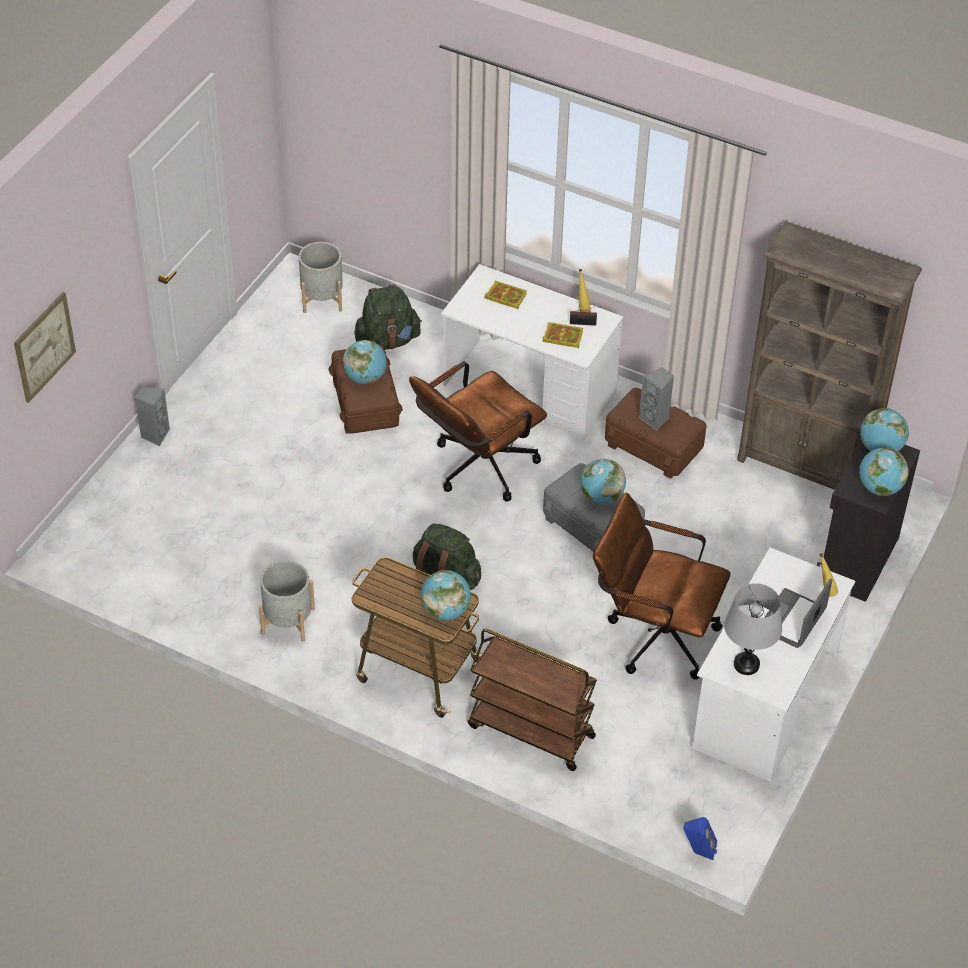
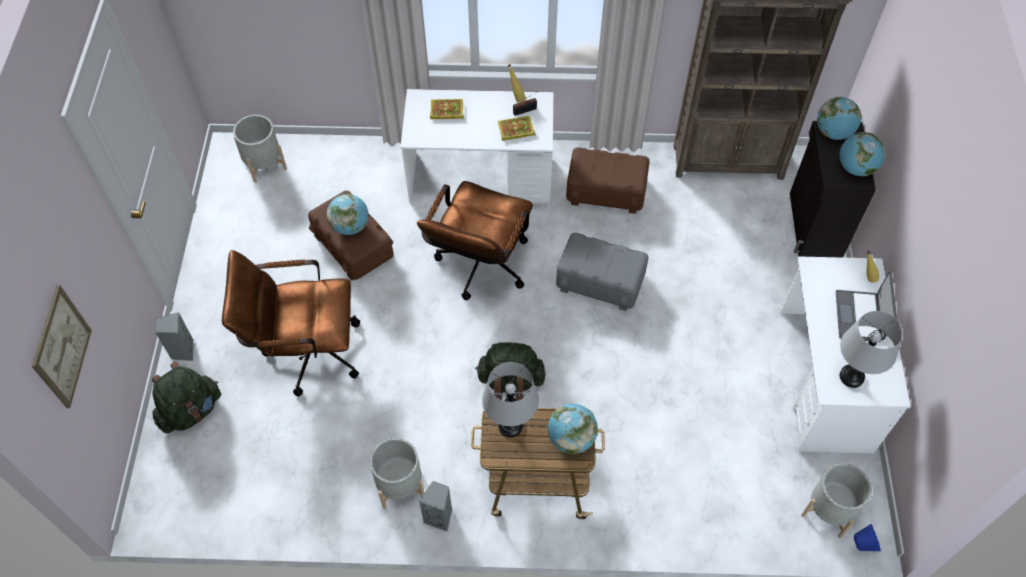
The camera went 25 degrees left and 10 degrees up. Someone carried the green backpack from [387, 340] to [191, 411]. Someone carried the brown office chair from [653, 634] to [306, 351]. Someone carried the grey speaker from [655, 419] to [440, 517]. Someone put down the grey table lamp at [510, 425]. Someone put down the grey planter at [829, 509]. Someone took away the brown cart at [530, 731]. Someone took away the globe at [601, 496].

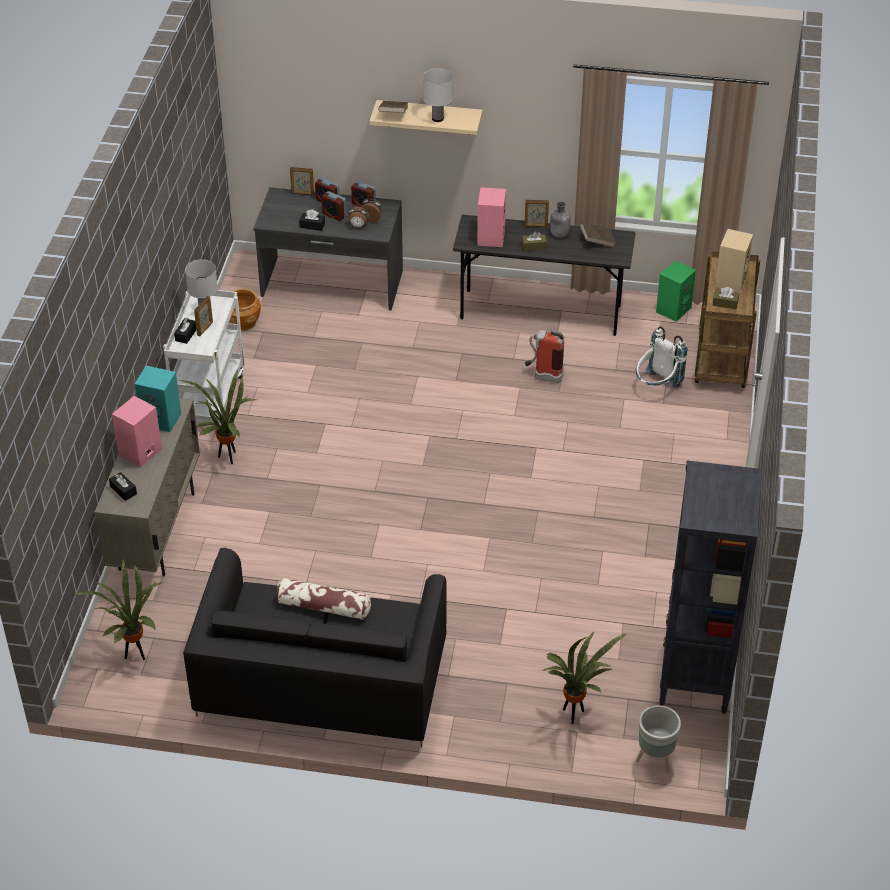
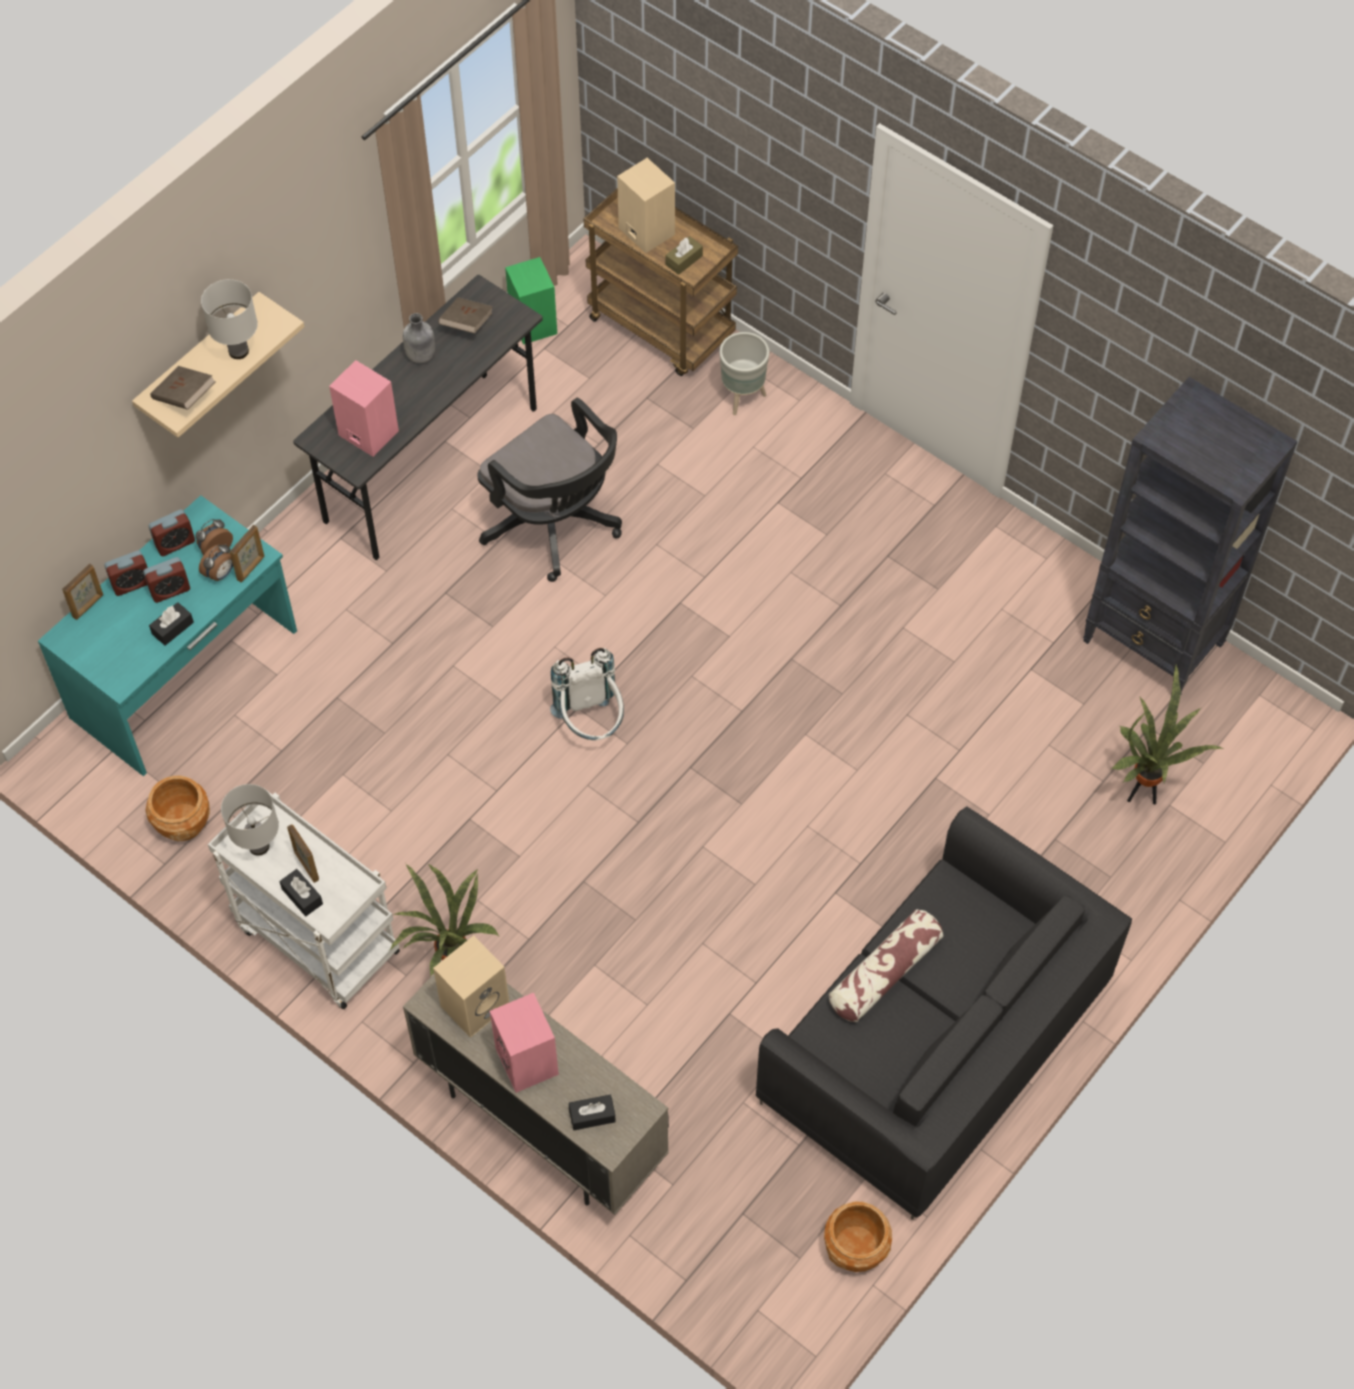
The camera went 60 degrees left and 15 degrees up. Someone repainted the grey desk at [332, 284], which became the turquoise desk at [186, 675]. Someone carried the picture frame from [536, 226] to [251, 568]. Someone repainted the turquoise speaker at [162, 419], which became the beige speaker at [475, 1004]. Someone swapped the fire extinguisher at [543, 376] for the black office chair at [555, 527]. Someone carried the white backpack from [656, 387] to [591, 724]. Someone carried the grey planter from [654, 760] to [743, 398]. Someone put down the brown planter at [855, 1248]. Someone took away the potted plant at [134, 654]. Someone took away the brown tissue box at [534, 246].

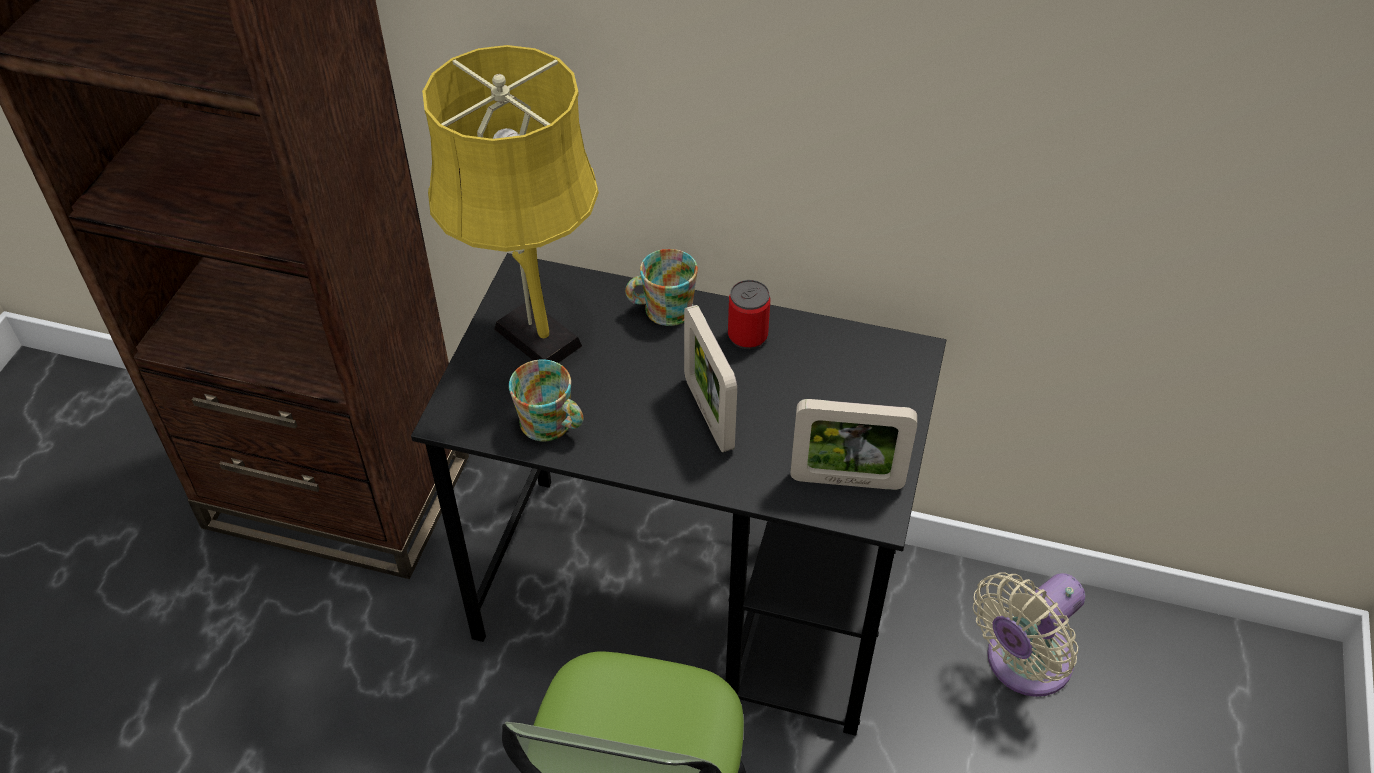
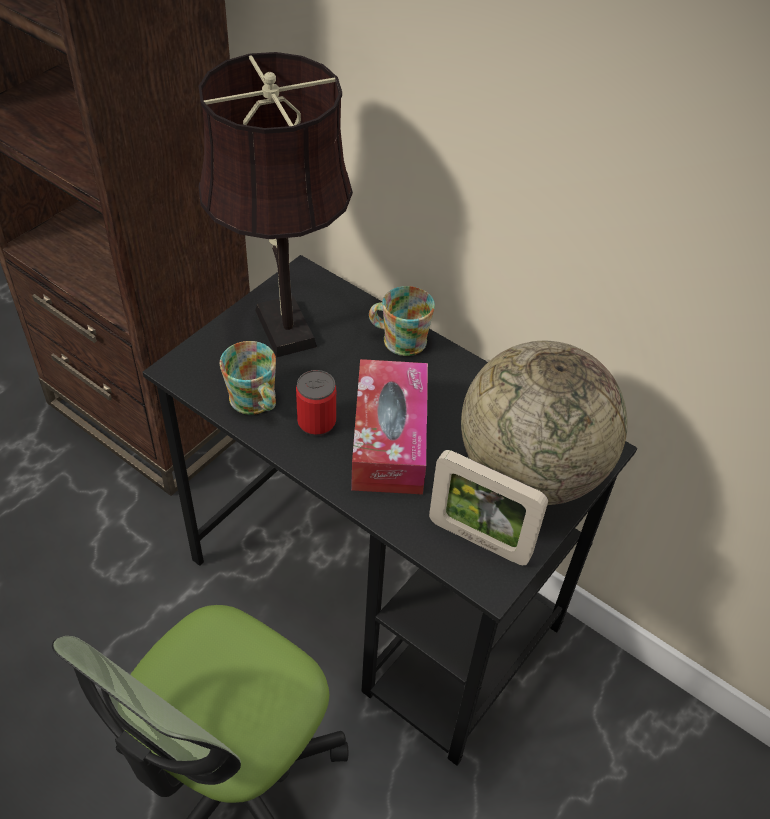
The camera went 20 degrees right and 0 degrees up. Someone repainted the yellow table lamp at [532, 332], which became the brown table lamp at [283, 323]. Someone carried the can from [747, 336] to [316, 422]. Someone swapped the picture frame at [708, 414] for the tissue box at [389, 439]. Someone put down the globe at [530, 471]. Someone took away the beige fan at [1022, 664].

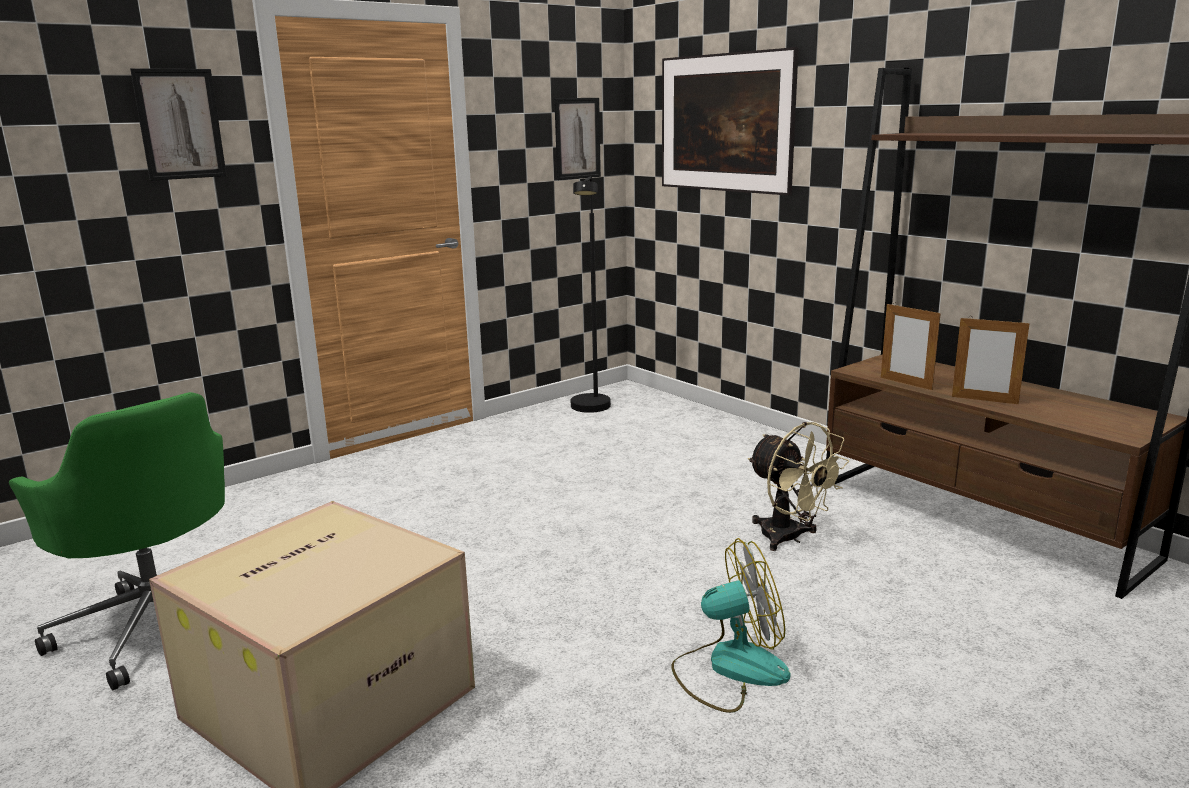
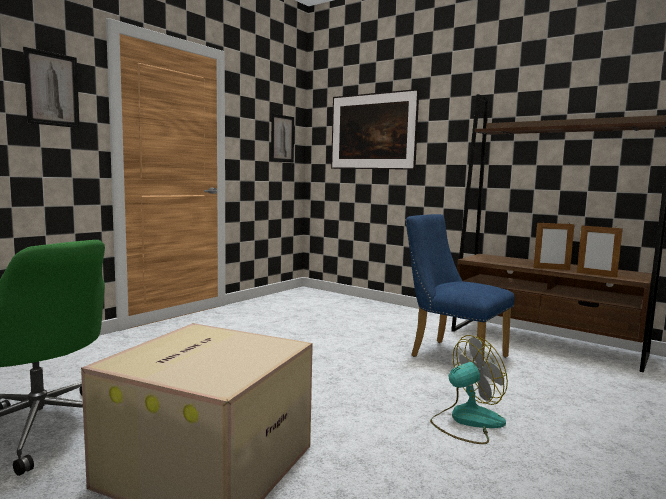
The camera went 15 degrees left and 10 degrees down. Someone swapped the beige fan at [789, 538] for the blue chair at [452, 355]. Someone carried the picture frame from [906, 383] to [596, 274]. Someone took away the black floor lamp at [591, 410].

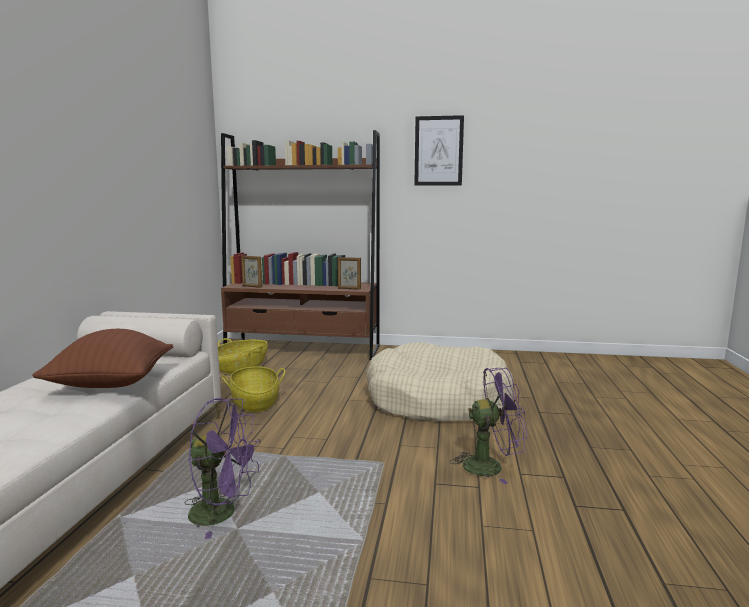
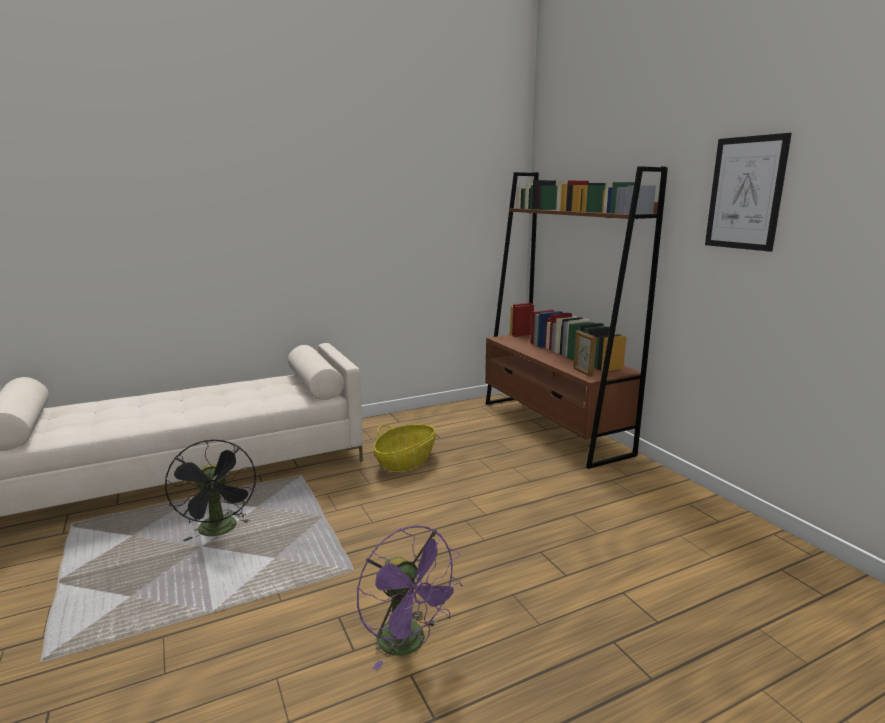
The camera went 55 degrees right and 5 degrees up. Someone repainted the purple fan at [223, 513], which became the black fan at [220, 531]. Someone took away the brown pillow at [111, 385]. Someone took away the basket at [241, 367]. Someone took away the picture frame at [252, 286]. Someone took away the beige dog bed at [437, 400].

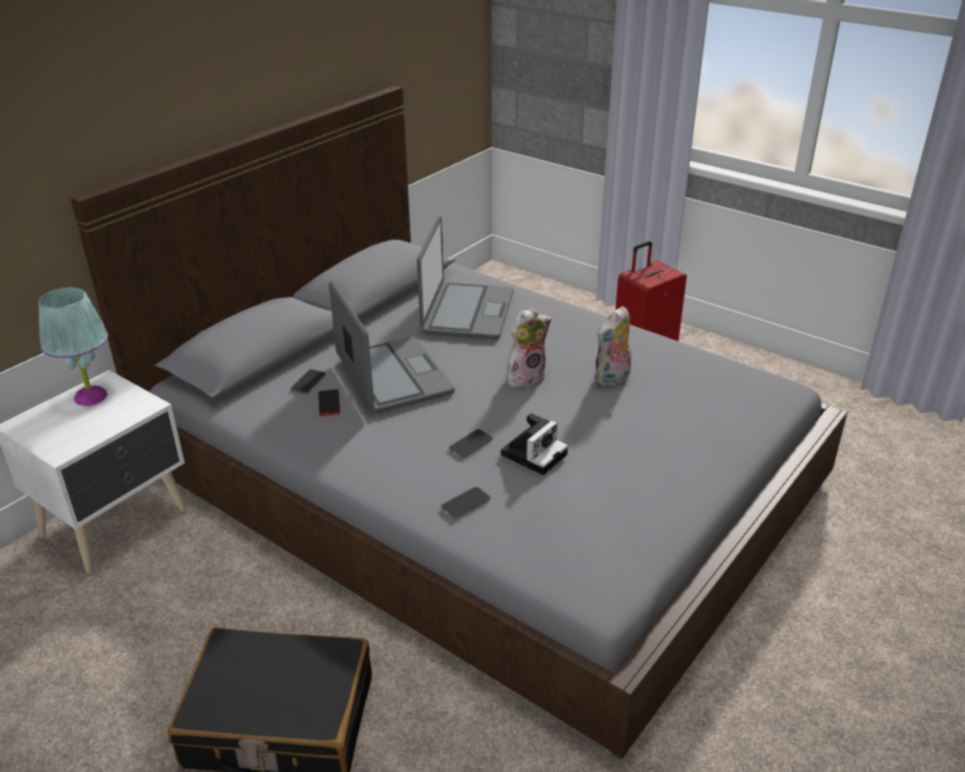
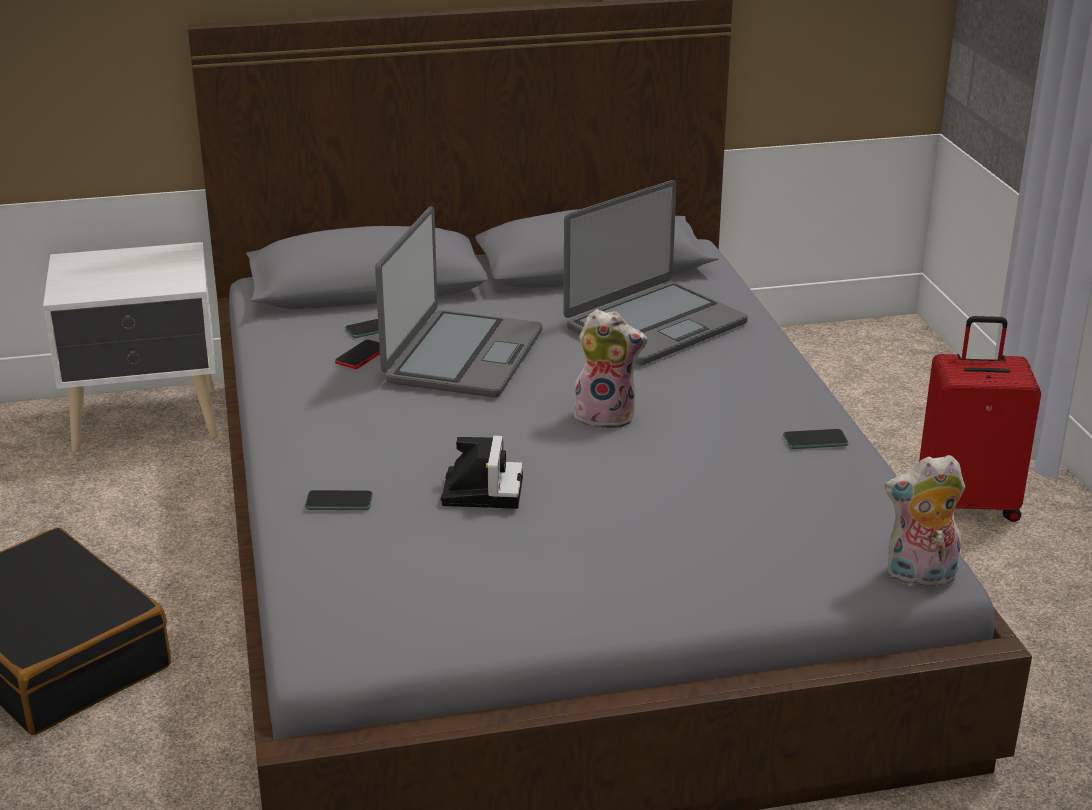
The camera went 40 degrees right and 5 degrees down. Someone rotated the photo camera at [534, 453] by 75 degrees counterclockwise. Someone carried the phone from [471, 444] to [815, 440]. Someone carried the plush toy from [612, 379] to [919, 577]. Someone took away the turquoise table lamp at [91, 396].

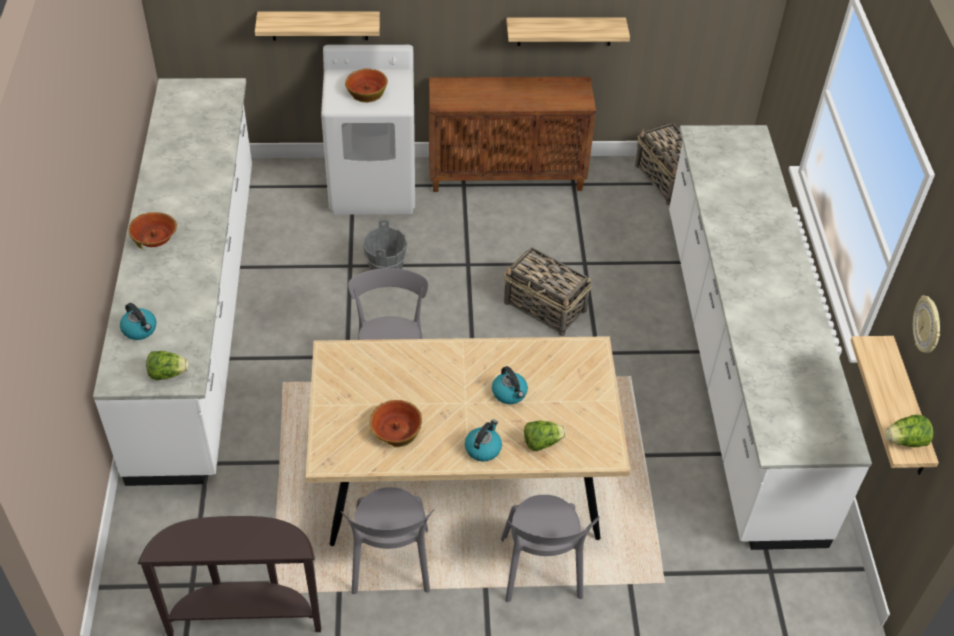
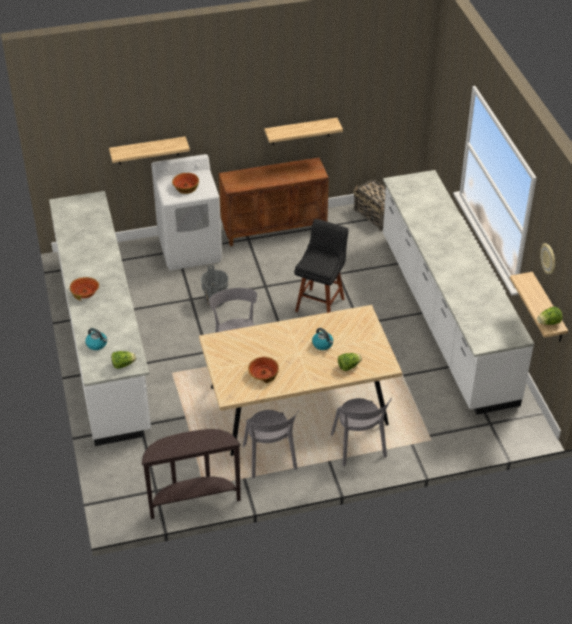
The camera went 10 degrees left and 5 degrees down. Someone swapped the basket at [545, 307] for the black stool at [321, 303]. Someone took away the kettle at [483, 448].

